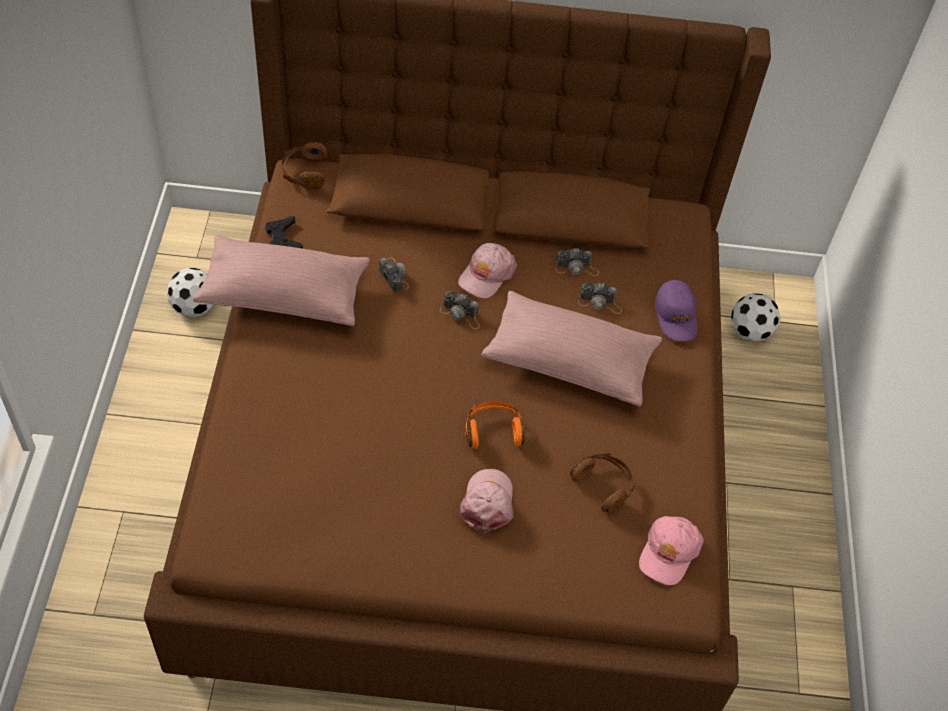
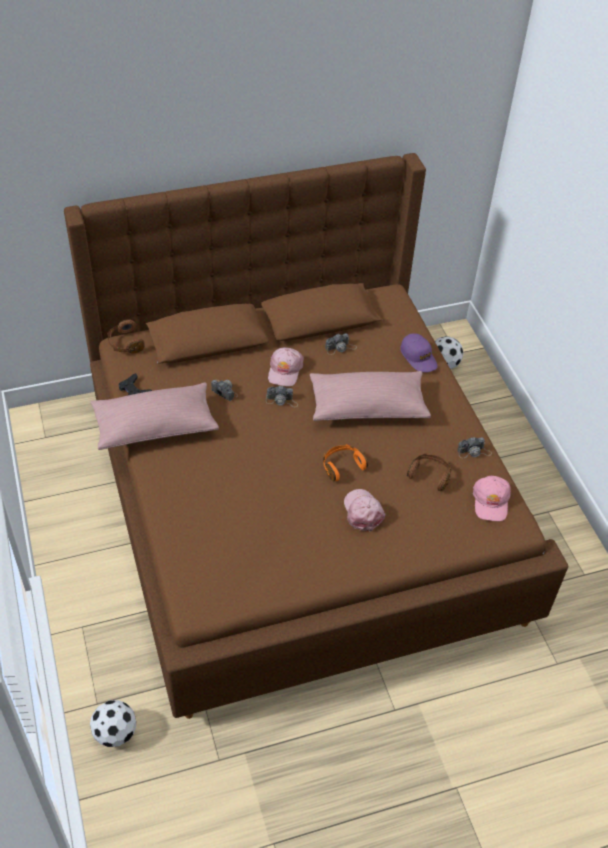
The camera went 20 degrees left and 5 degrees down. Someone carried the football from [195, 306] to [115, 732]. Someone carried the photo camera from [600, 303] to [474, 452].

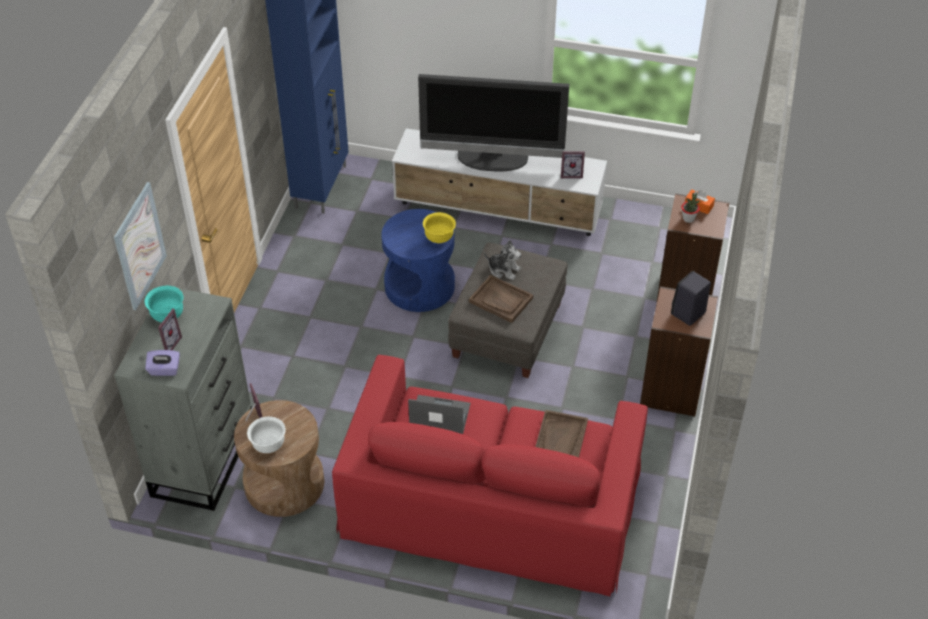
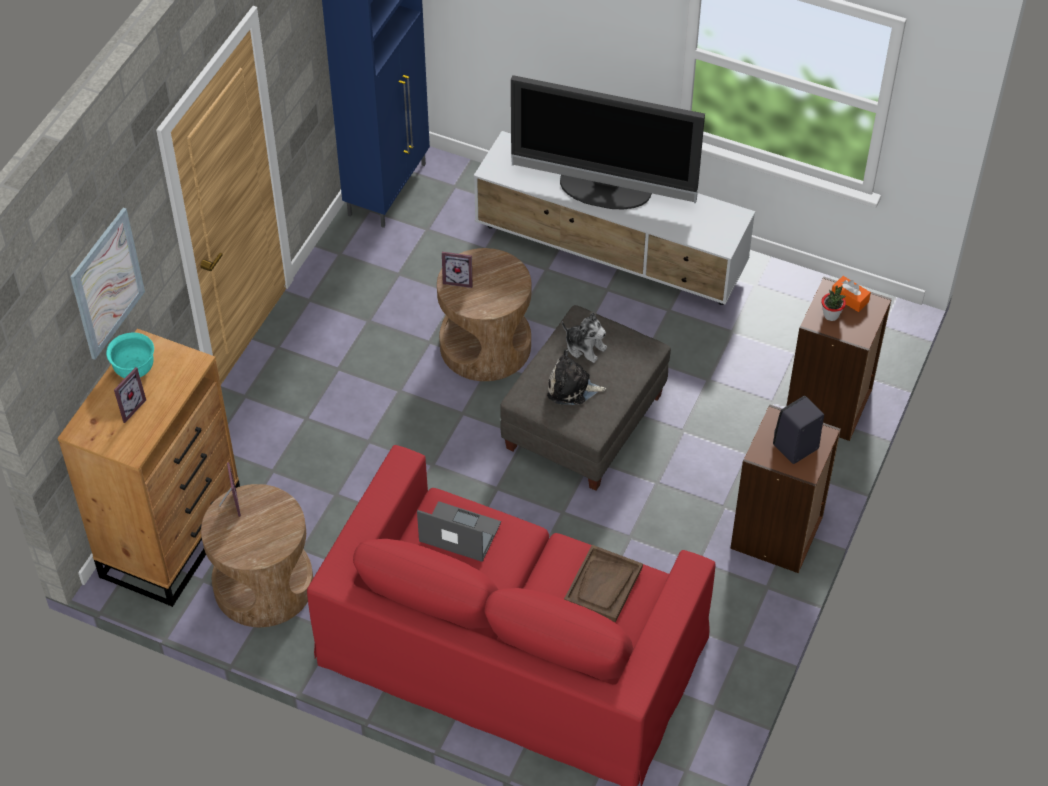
The camera went 10 degrees right and 5 degrees up. Someone repainted the grey dresser at [204, 457], which became the brown dresser at [173, 536]. Someone repainted the blue side table at [419, 286], which became the brown side table at [485, 345]. Someone carried the picture frame from [571, 174] to [459, 279]. Someone swapped the brown tray at [501, 300] for the plush toy at [572, 388]. Someone took away the purple tissue box at [164, 370]. Someone took away the white bowl at [268, 445]. Someone took away the yellow bowl at [439, 238].

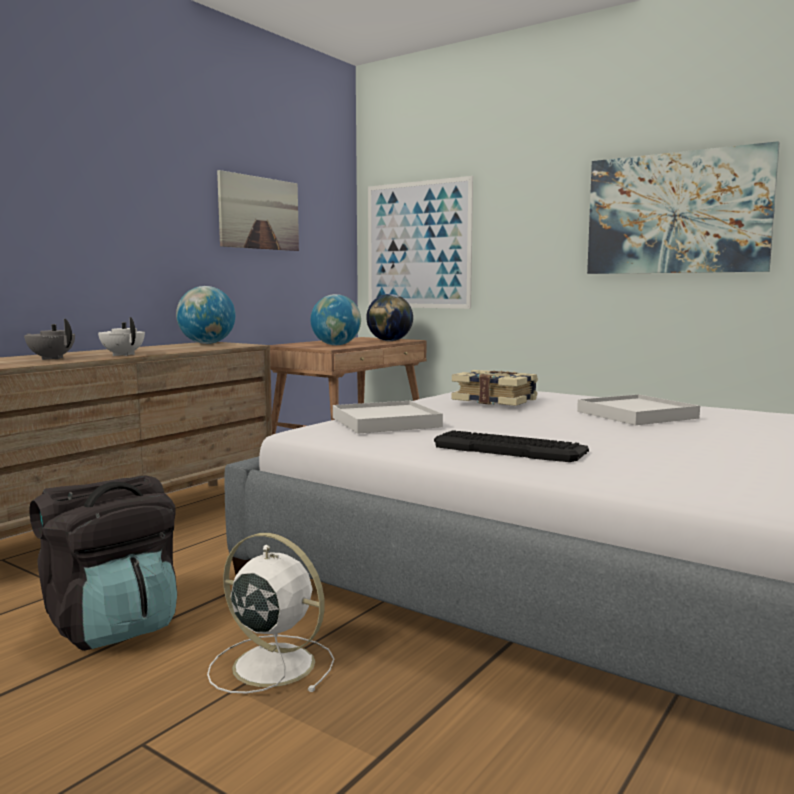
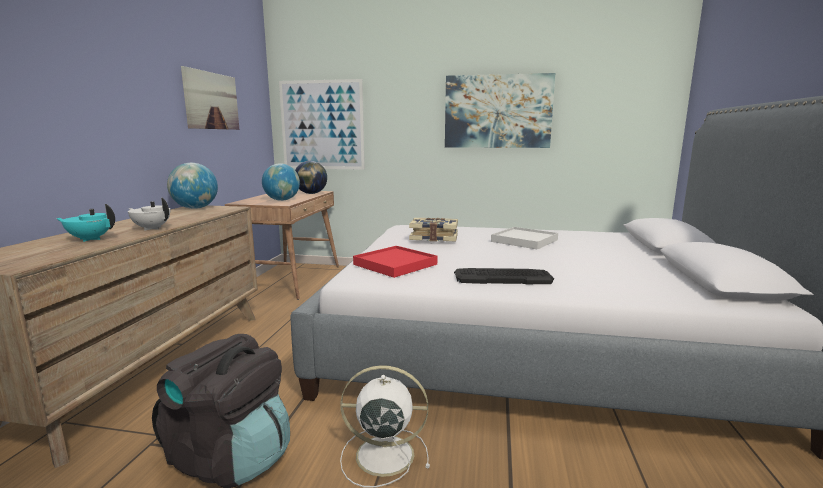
The camera went 25 degrees left and 5 degrees up. Someone repainted the grey teapot at [51, 358], which became the turquoise teapot at [90, 239]. Someone repainted the white tray at [386, 422], which became the red tray at [395, 264].

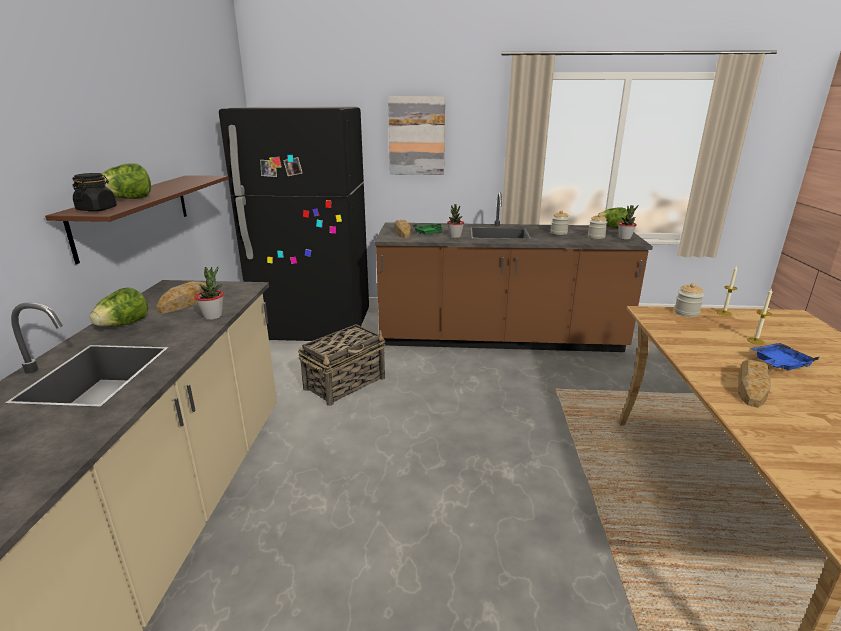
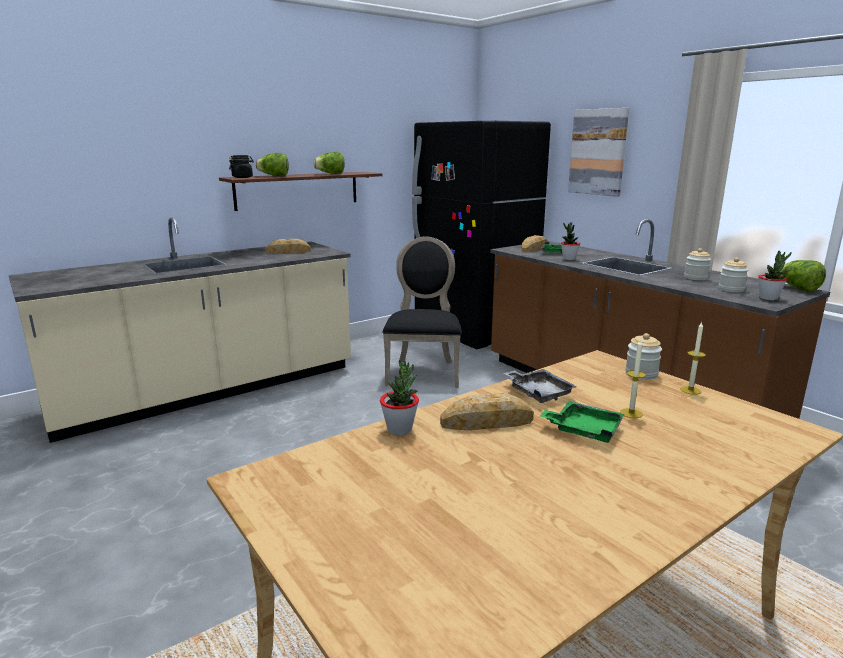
The camera went 50 degrees right and 5 degrees down. Someone carried the lettuce from [124, 325] to [330, 174]. Someone carried the potted plant from [213, 316] to [400, 429]. Someone swapped the basket at [346, 383] for the black chair at [423, 372]. Someone put down the grey tray at [538, 392]. Someone repainted the blue tray at [779, 364], which became the green tray at [583, 430].

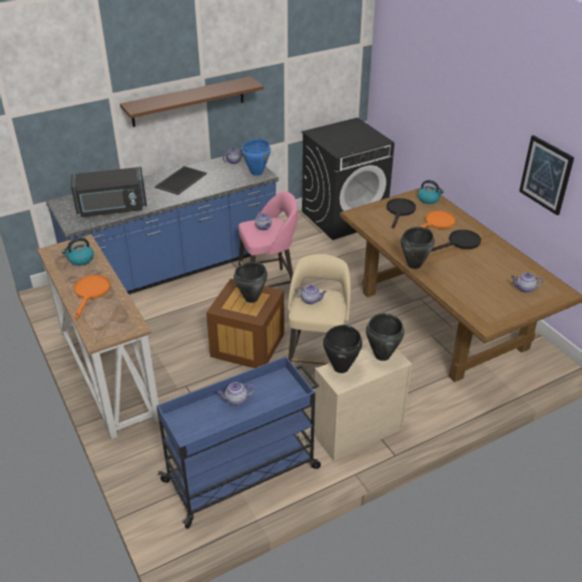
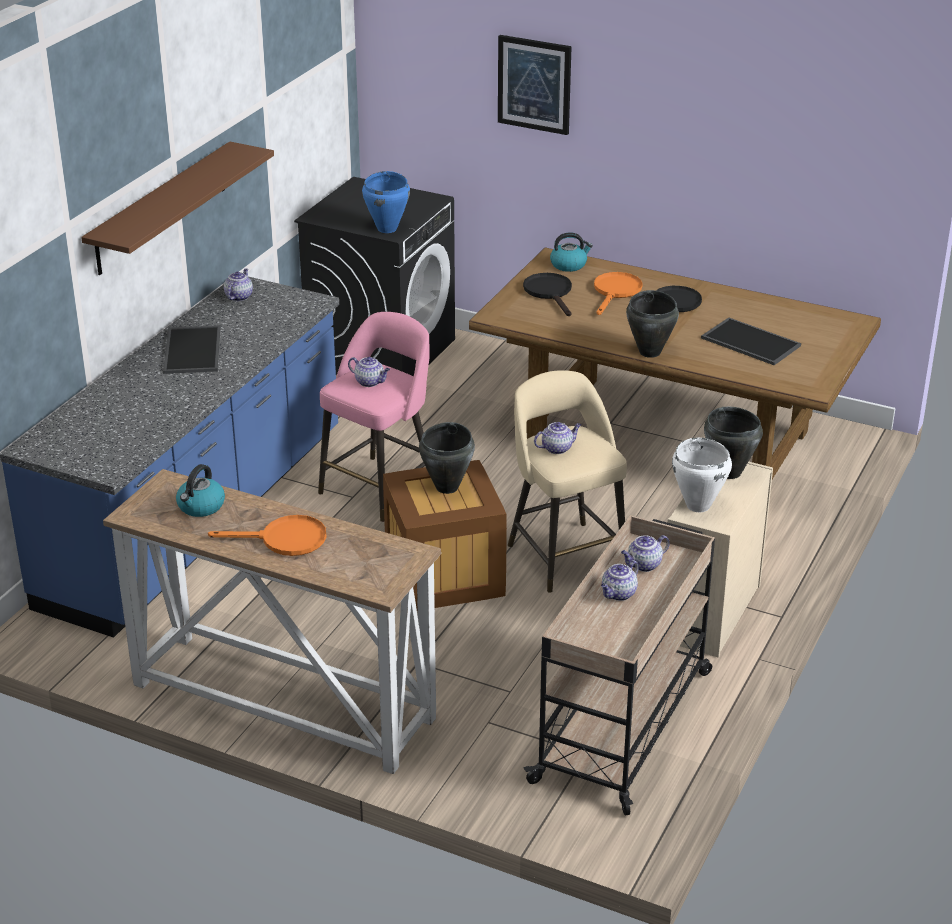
The camera went 35 degrees left and 5 degrees down. Someone rotated the orange frying pan at [91, 293] by 120 degrees clockwise. Someone carried the blue cooking pot from [257, 173] to [387, 229]. Someone carried the picture from [546, 174] to [534, 84]. Someone repainted the blue cart at [243, 474], which became the beige cart at [624, 724]. Someone carried the teapot from [524, 288] to [643, 565]. Someone repainted the black cooking pot at [340, 368], which became the white cooking pot at [697, 506]. Someone put down the tray at [749, 342]. Someone took away the black microwave at [112, 208].

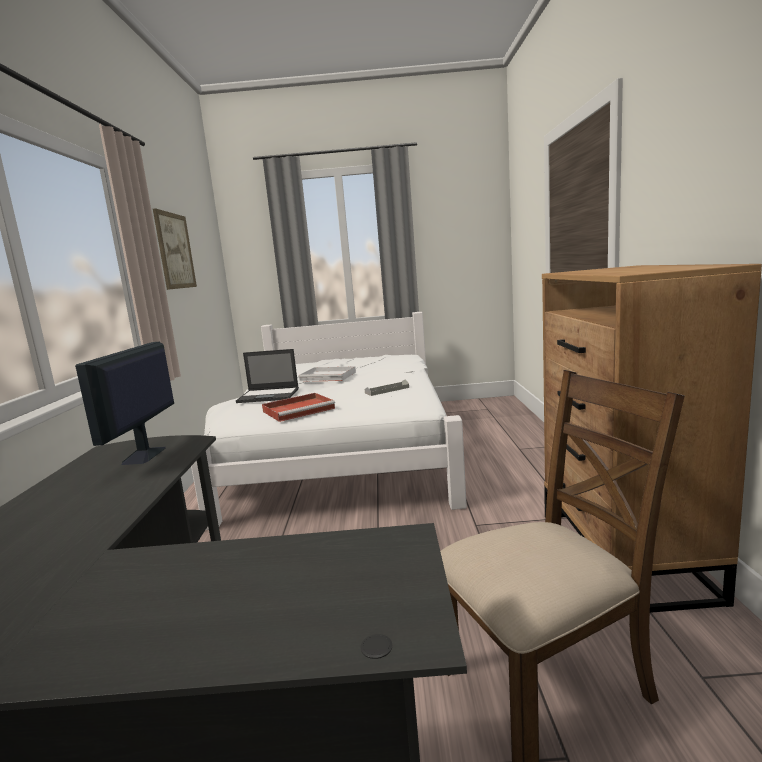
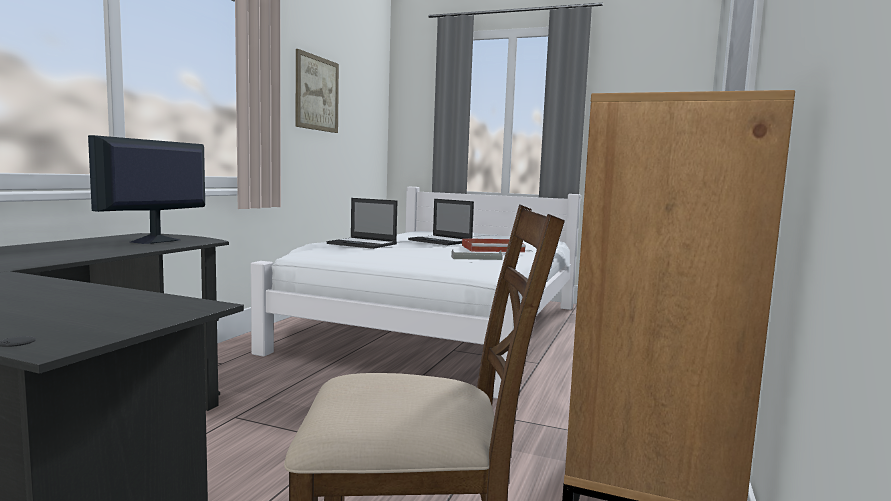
The camera went 20 degrees right and 5 degrees down. Someone swapped the white tray at [329, 376] for the laptop at [441, 241]. Someone carried the red tray from [299, 409] to [493, 248].

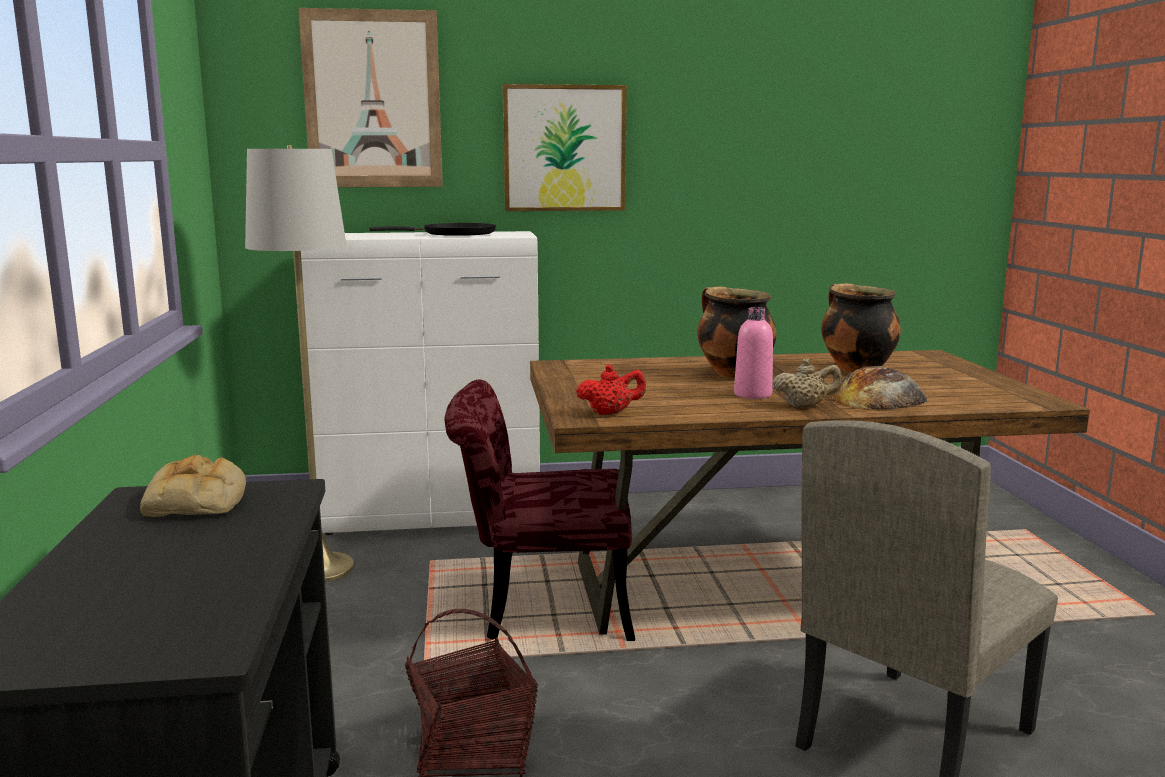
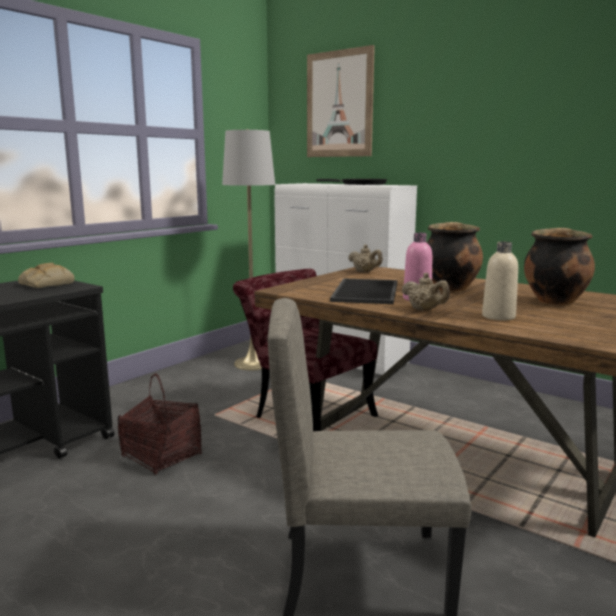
The camera went 45 degrees right and 0 degrees up. Someone put down the tray at [367, 292]. Someone put down the beige teapot at [365, 272]. Someone swapped the bread at [878, 397] for the beige bottle at [498, 316]. Someone took away the picture at [564, 148]. Someone took away the red teapot at [610, 413].

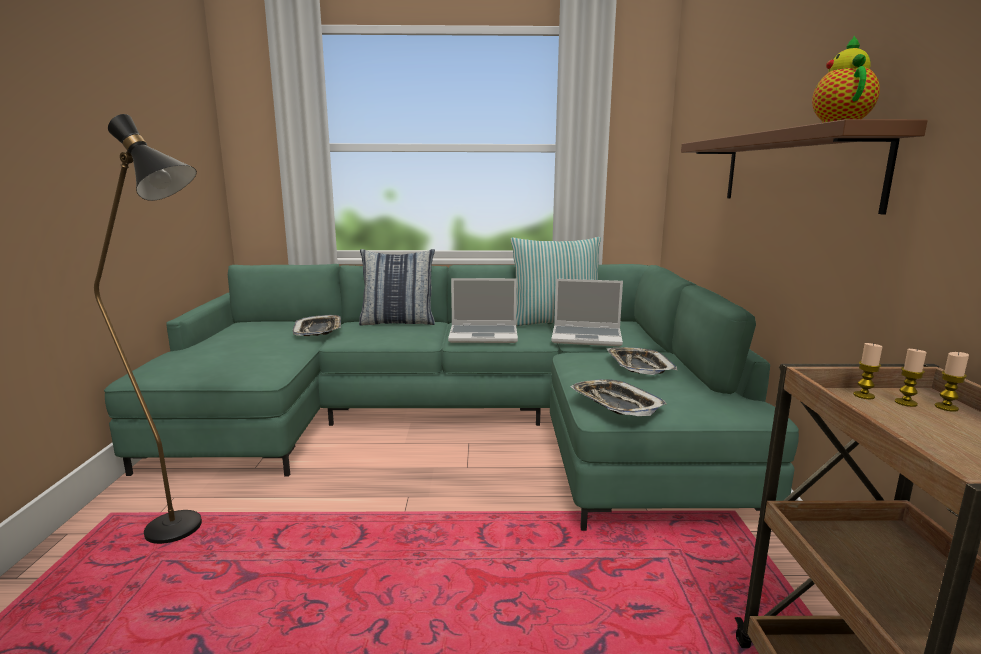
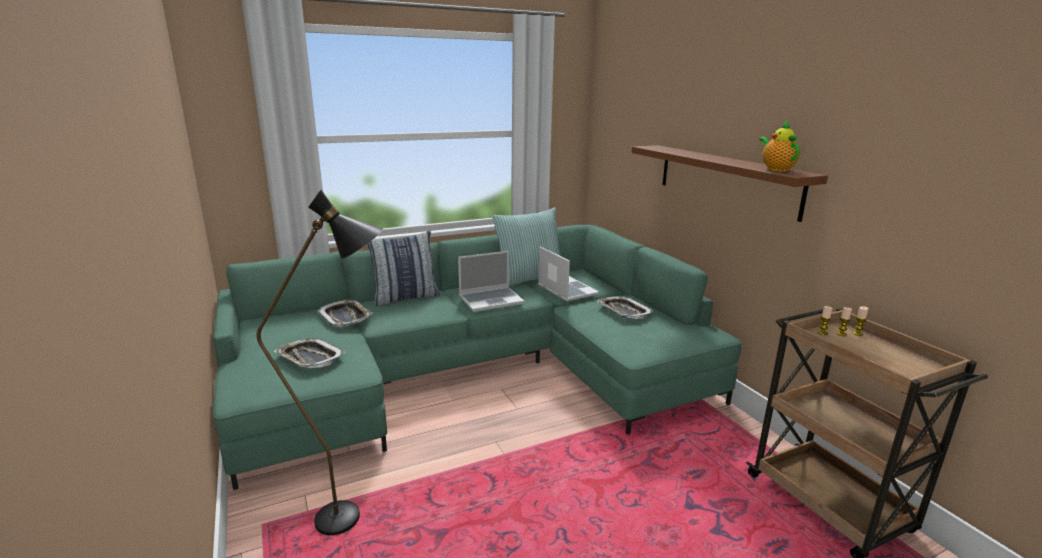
The camera went 25 degrees left and 5 degrees up. Someone carried the tray from [615, 404] to [309, 358]. Someone rotated the laptop at [587, 337] by 105 degrees counterclockwise.

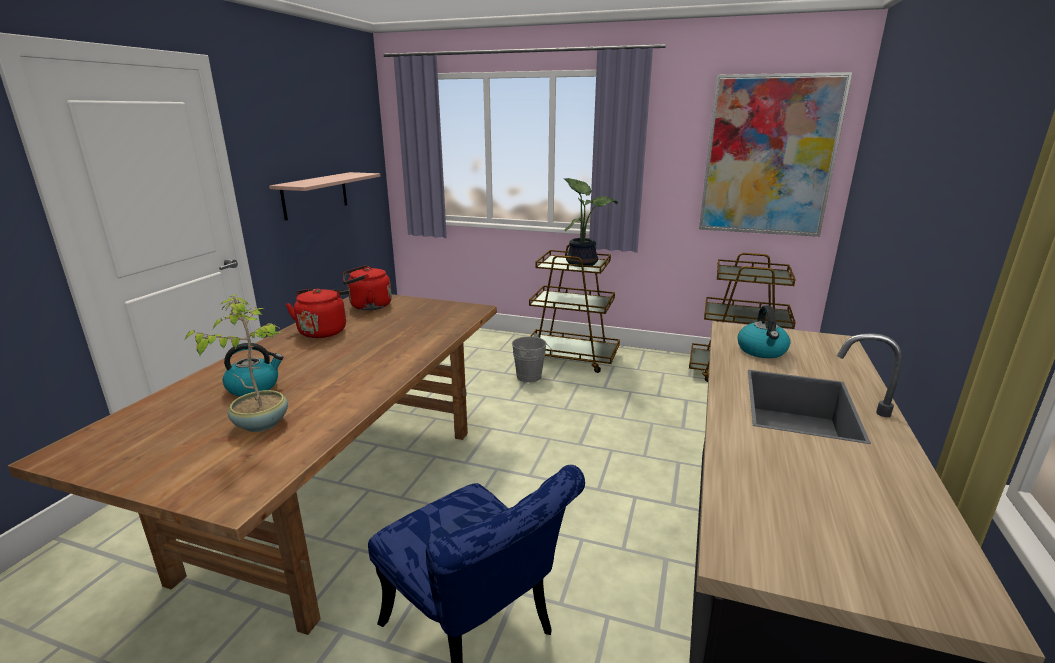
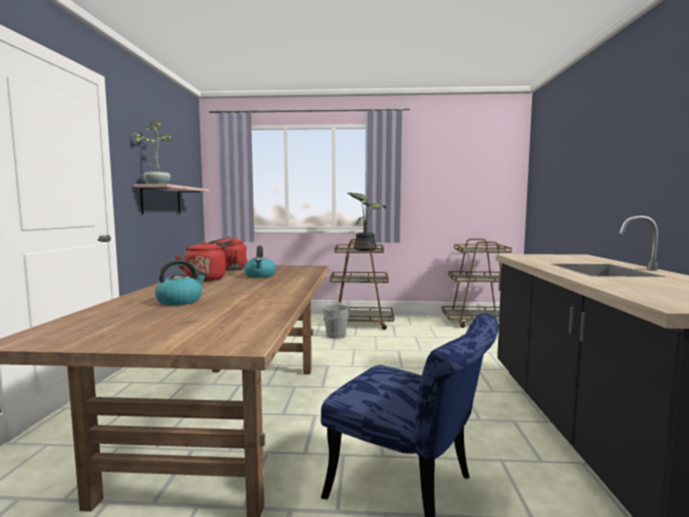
The camera went 15 degrees left and 15 degrees down. Someone carried the potted plant from [261, 423] to [157, 184]. Someone carried the kettle from [762, 351] to [260, 275]. Someone took away the picture at [769, 157].

